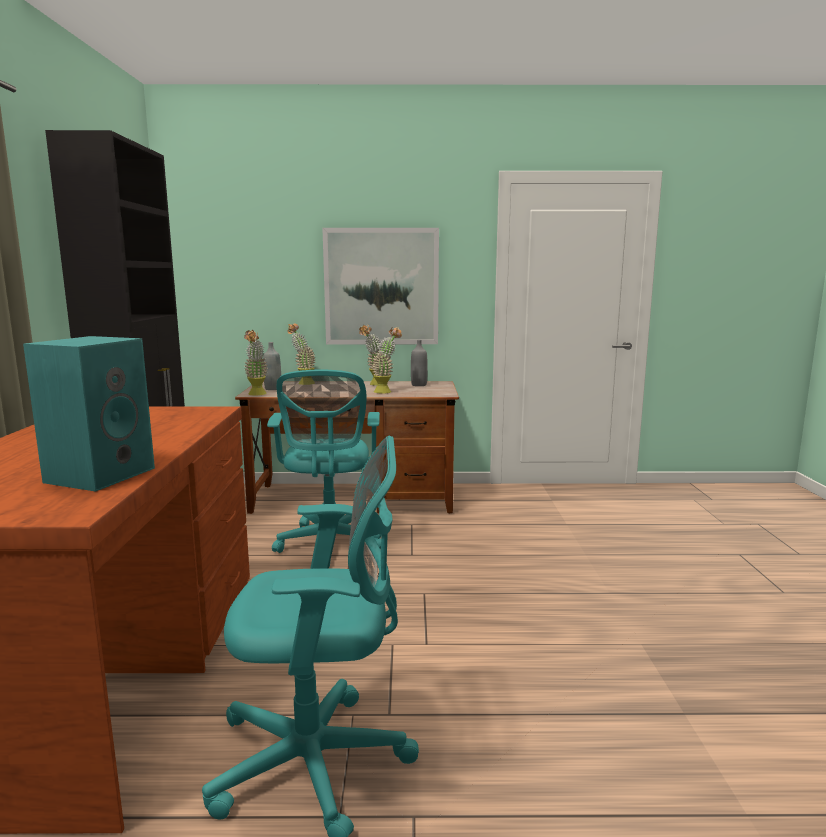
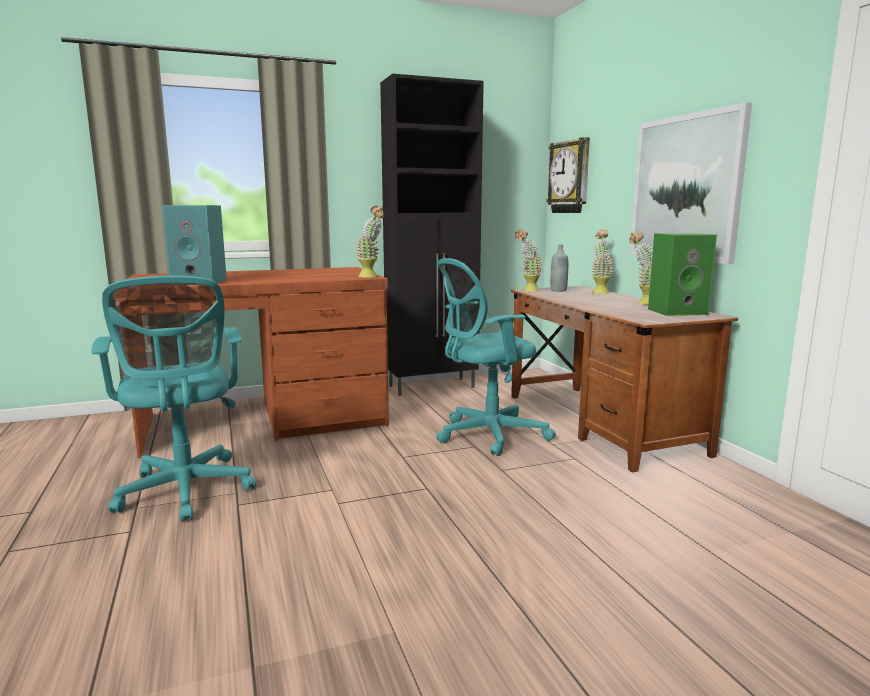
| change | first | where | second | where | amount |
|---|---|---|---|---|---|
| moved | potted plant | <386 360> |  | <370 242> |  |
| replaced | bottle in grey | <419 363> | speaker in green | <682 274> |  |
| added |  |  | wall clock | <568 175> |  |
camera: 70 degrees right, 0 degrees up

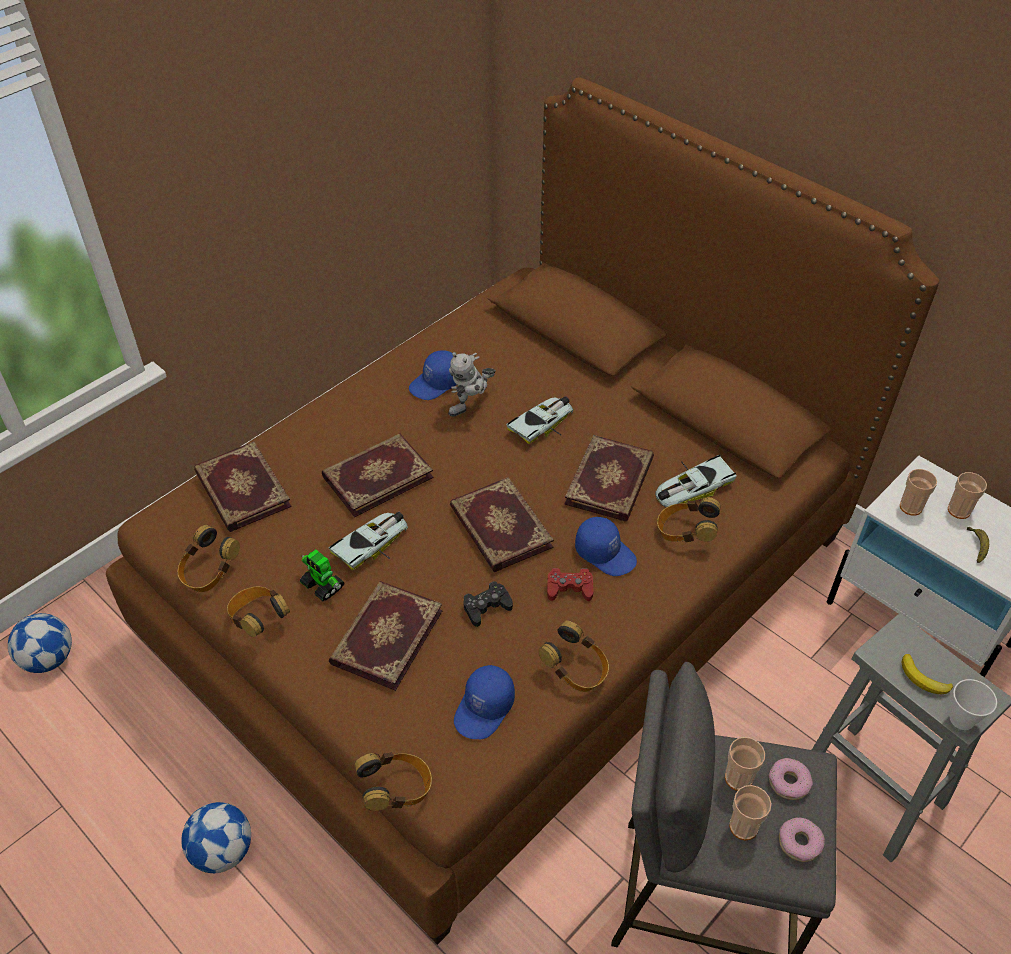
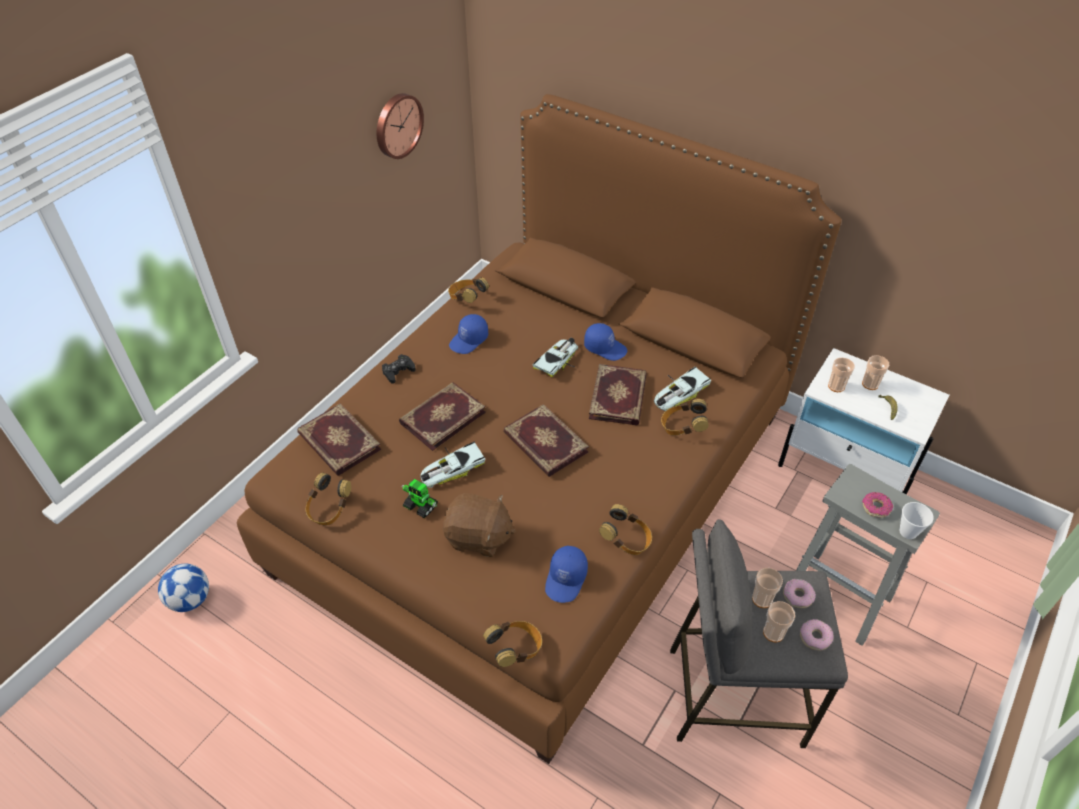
| change | first | where | second | where | amount |
|---|---|---|---|---|---|
| removed | football | <216 837> |  |  |  |
| moved | headphones | <258 611> |  | <468 290> |  |
| turned | toy car | <368 541> |  | <452 465> | 150 degrees counterclockwise |
| replaced | book | <386 636> | plush toy in brown | <479 525> |  |
| removed | toy robot | <472 384> |  |  |  |
| moved | game controller in black | <488 604> |  | <399 369> |  |
| removed | game controller in red | <570 584> |  |  |  |
| moved | cap in blue | <606 546> |  | <605 342> |  |
| replaced | banana | <927 674> | donut | <877 505> |  |
| added |  |  | wall clock | <400 126> |  |
camera: 10 degrees left, 0 degrees up

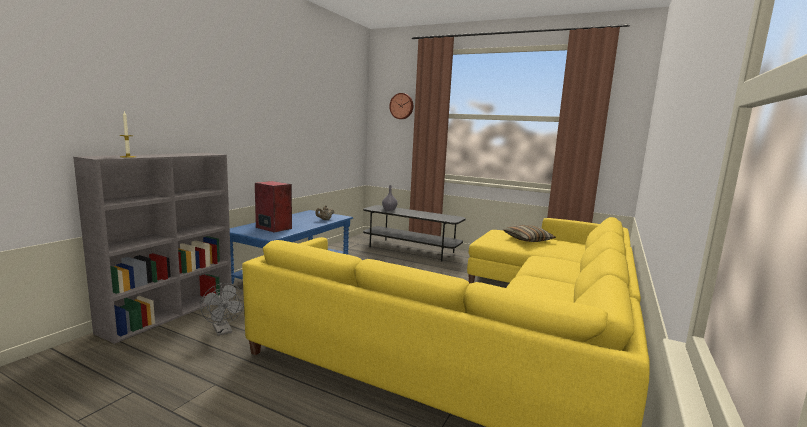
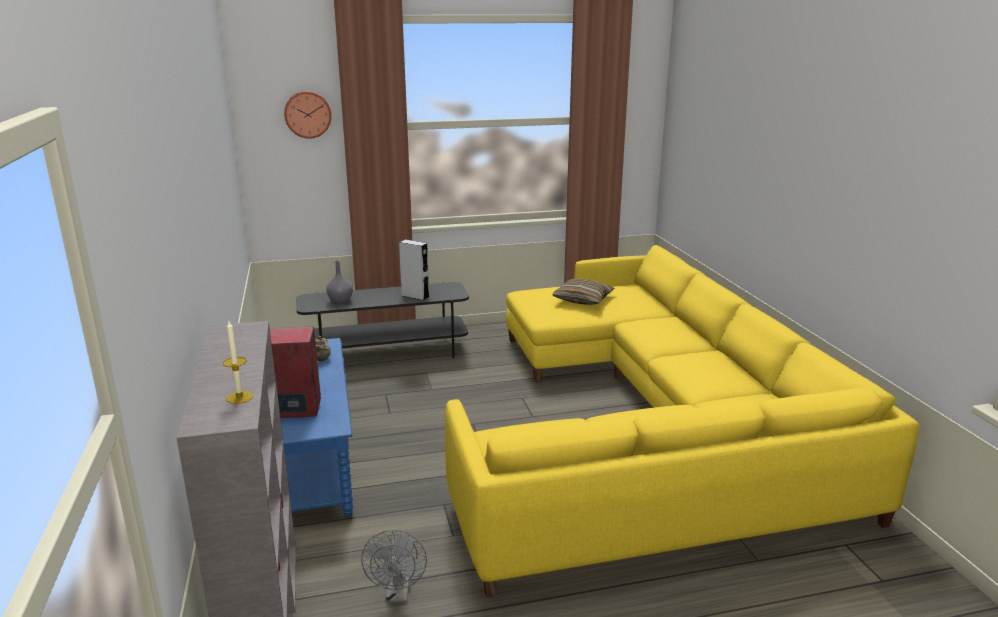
| change | first | where | second | where | amount |
|---|---|---|---|---|---|
| turned | fan in grey | <222 309> |  | <394 566> | 75 degrees clockwise |
| added |  |  | speaker in grey | <414 270> |  |
camera: 40 degrees left, 10 degrees up

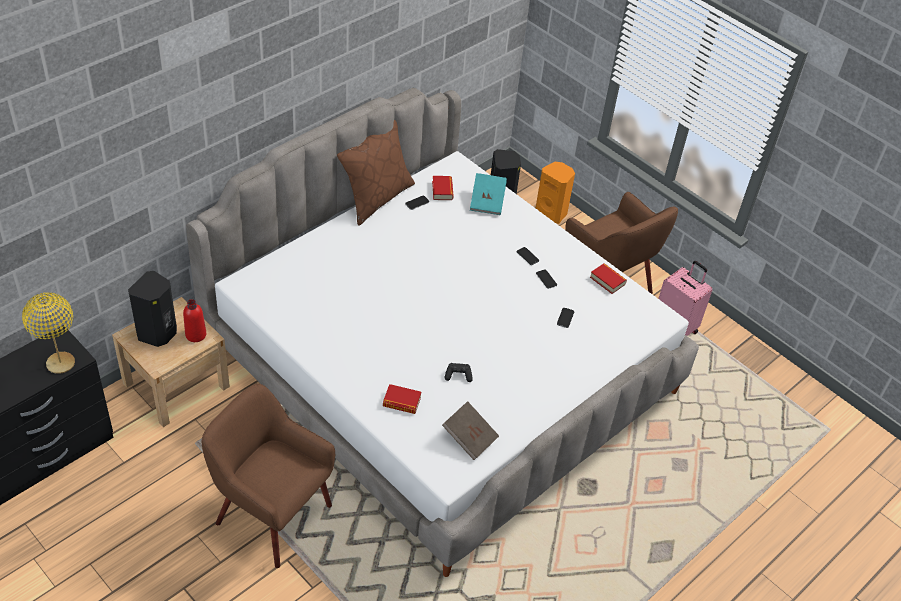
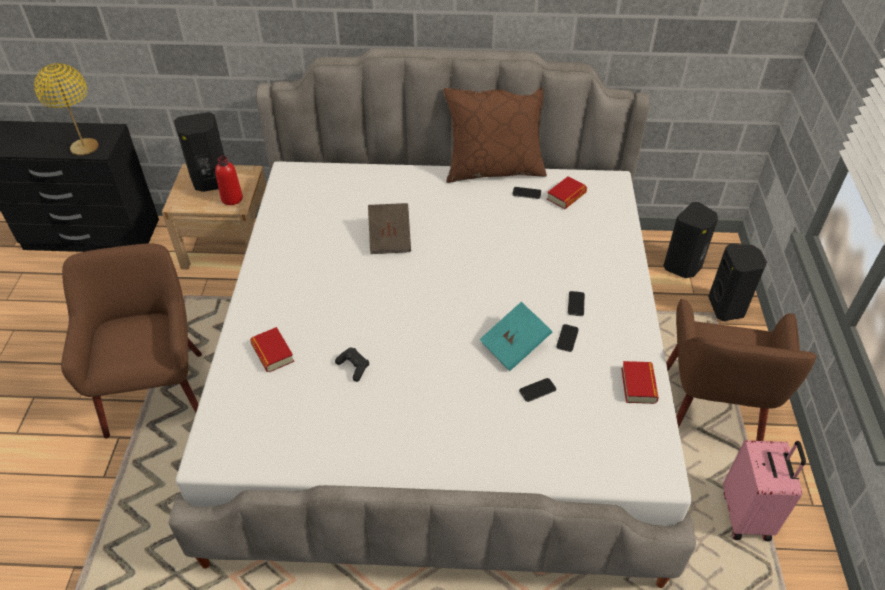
| change | first | where | second | where | amount |
|---|---|---|---|---|---|
| moved | book in brown | <470 430> |  | <389 228> |  |
| moved | book in turquoise | <488 194> |  | <516 336> |  |
| recoloured | speaker in orange | <555 193> | speaker in black | <737 282> |  |
camera: 50 degrees right, 0 degrees up

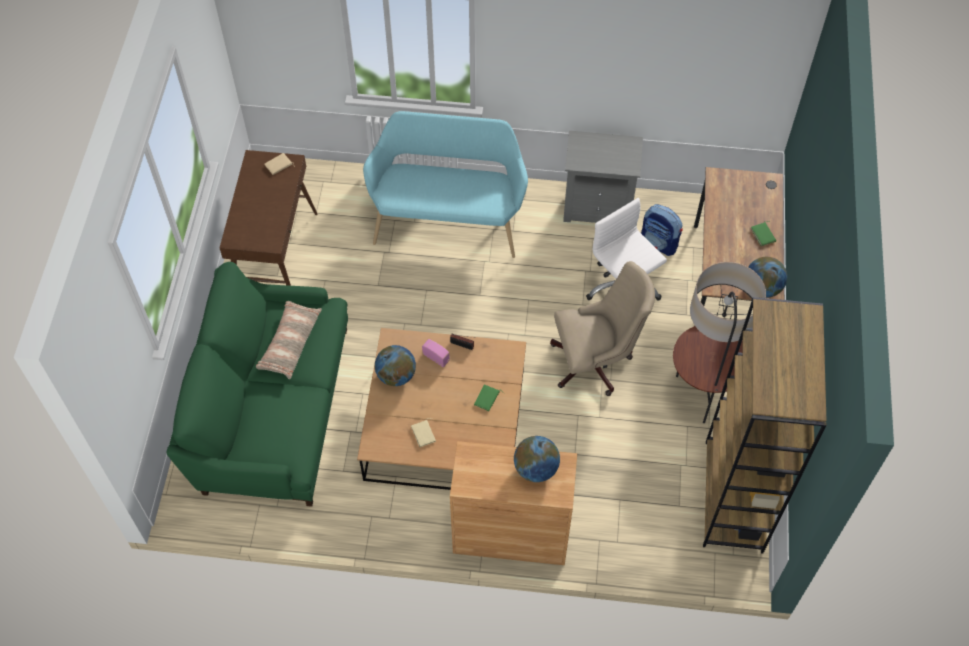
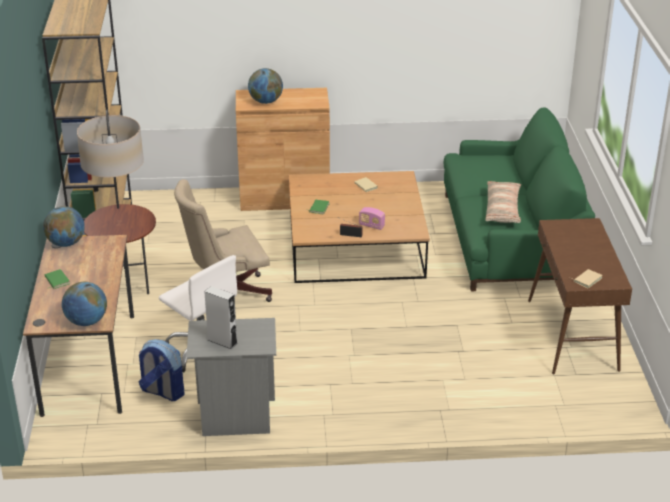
| change | first | where | second | where | amount |
|---|---|---|---|---|---|
| removed | bench in turquoise | <445 184> |  |  |  |
| moved | globe | <395 365> |  | <84 304> |  |
| added |  |  | speaker in grey | <220 317> |  |
camera: 170 degrees right, 25 degrees down

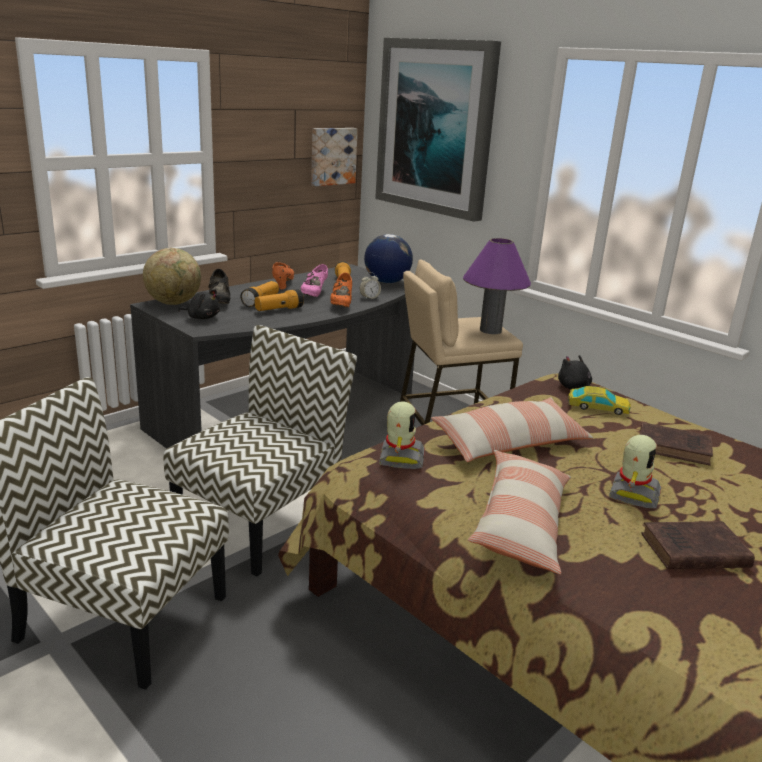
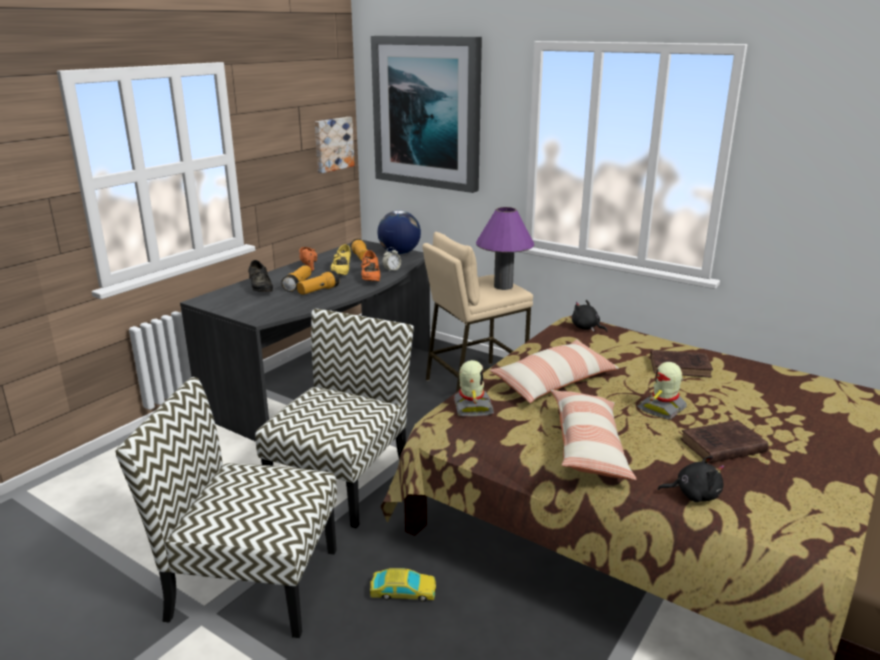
| change | first | where | second | where | amount |
|---|---|---|---|---|---|
| removed | globe | <172 276> |  |  |  |
| moved | plush toy in black | <199 304> |  | <691 479> |  |
| recoloured | shoe in pink | <314 280> | shoe in yellow | <341 259> |  |
| moved | toy car | <599 400> |  | <403 585> |  |
| turned | toy robot | <635 472> |  | <662 391> | 150 degrees counterclockwise |
camera: 10 degrees left, 0 degrees up

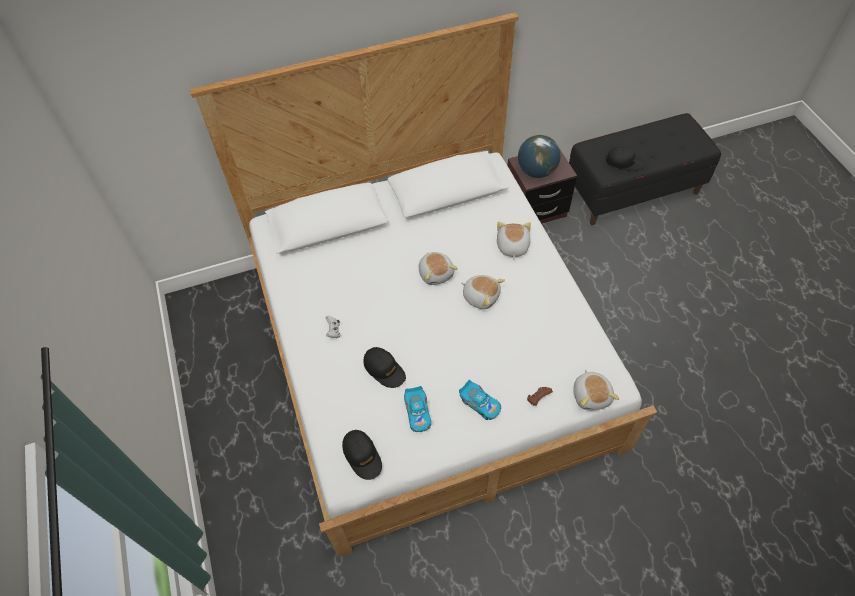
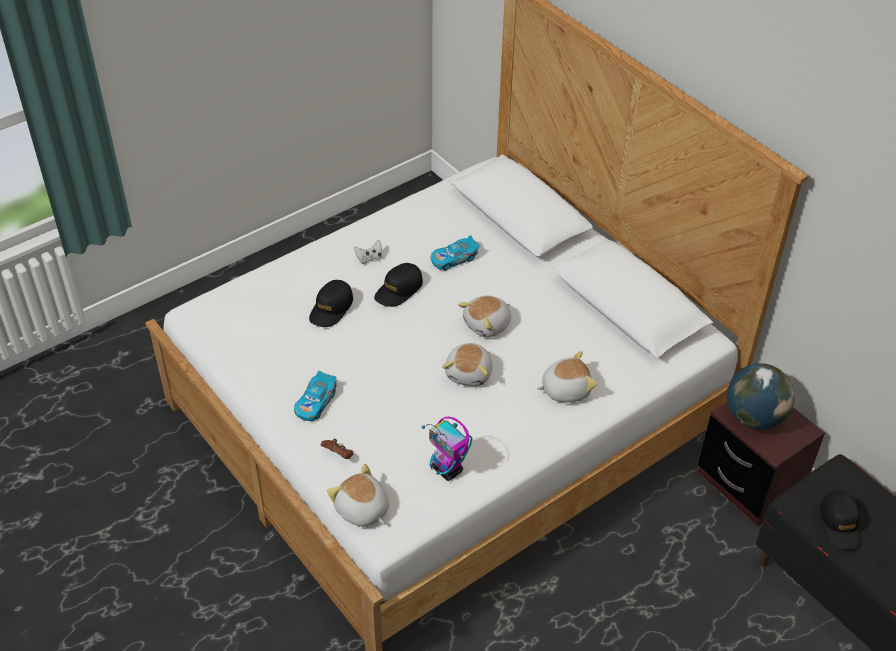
| change | first | where | second | where | amount |
|---|---|---|---|---|---|
| moved | cap in black | <362 455> |  | <398 285> |  |
| moved | toy car | <417 409> |  | <455 253> |  |
| turned | plush toy | <596 389> |  | <358 495> | 75 degrees clockwise |
| added |  |  | toy robot | <447 449> |  |
camera: 70 degrees right, 10 degrees down

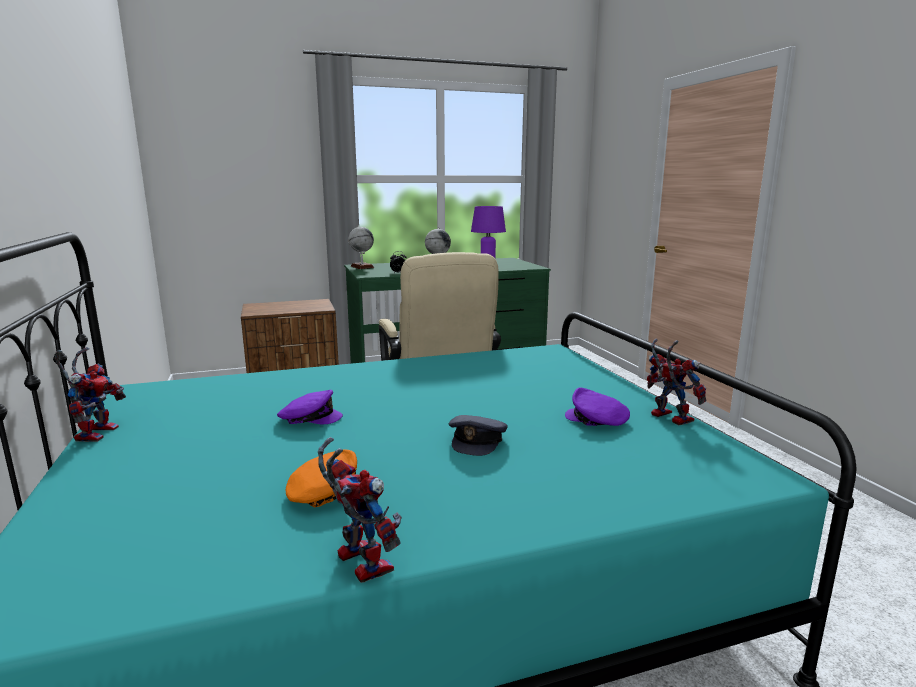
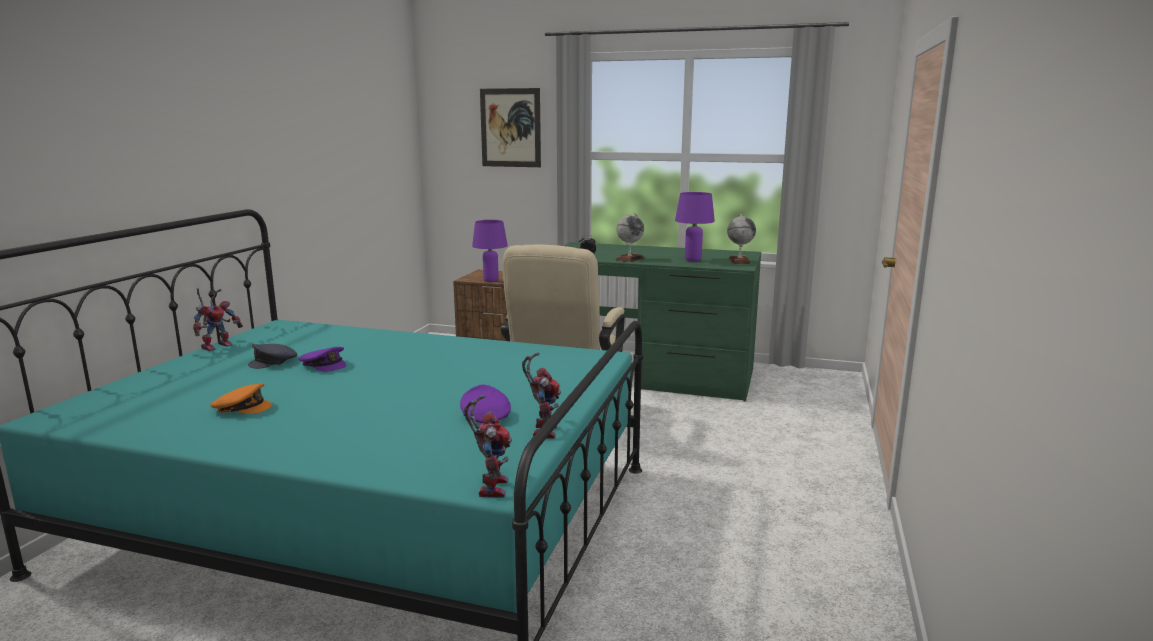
| change | first | where | second | where | amount |
|---|---|---|---|---|---|
| moved | toy robot | <360 510> |  | <488 446> |  |
| moved | globe | <361 247> |  | <741 239> |  |
| moved | cap in grey | <478 435> |  | <272 356> |  |
| added |  |  | table lamp in purple | <490 251> |  |
| added |  |  | picture | <510 127> |  |
camera: 35 degrees right, 0 degrees up

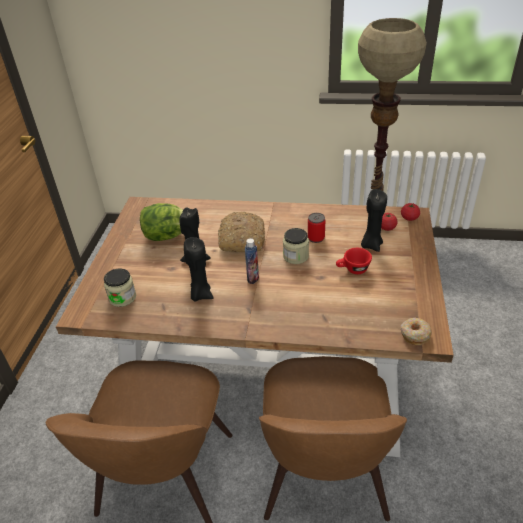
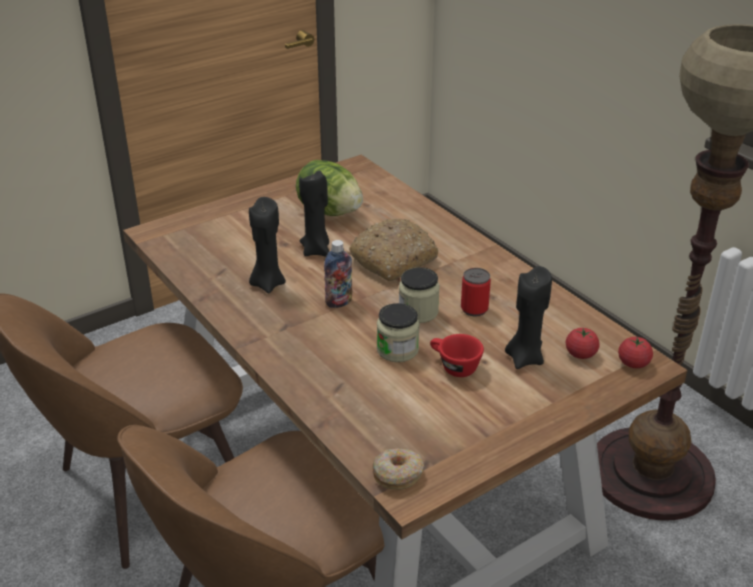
| change | first | where | second | where | amount |
|---|---|---|---|---|---|
| moved | jar | <120 288> |  | <398 332> |  |
camera: 45 degrees right, 5 degrees down

